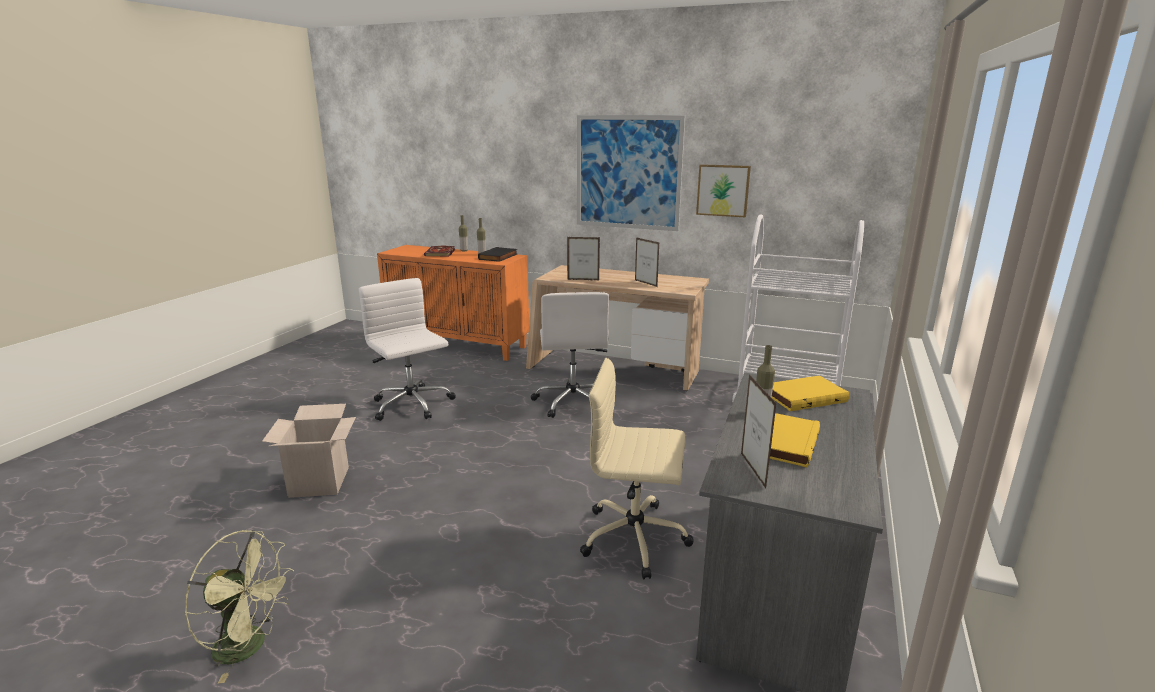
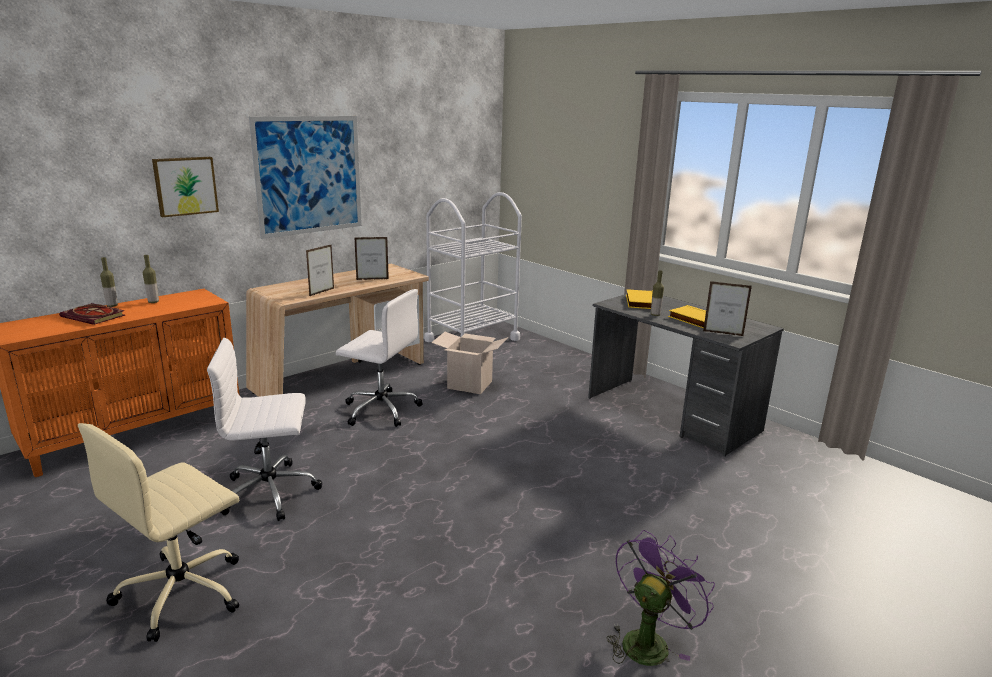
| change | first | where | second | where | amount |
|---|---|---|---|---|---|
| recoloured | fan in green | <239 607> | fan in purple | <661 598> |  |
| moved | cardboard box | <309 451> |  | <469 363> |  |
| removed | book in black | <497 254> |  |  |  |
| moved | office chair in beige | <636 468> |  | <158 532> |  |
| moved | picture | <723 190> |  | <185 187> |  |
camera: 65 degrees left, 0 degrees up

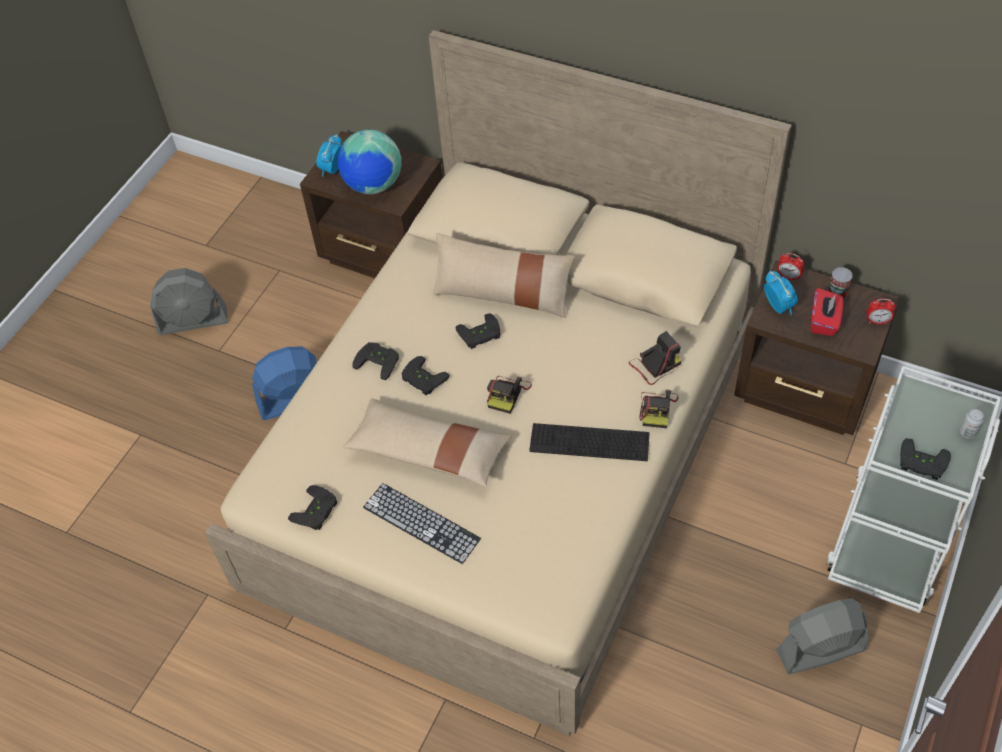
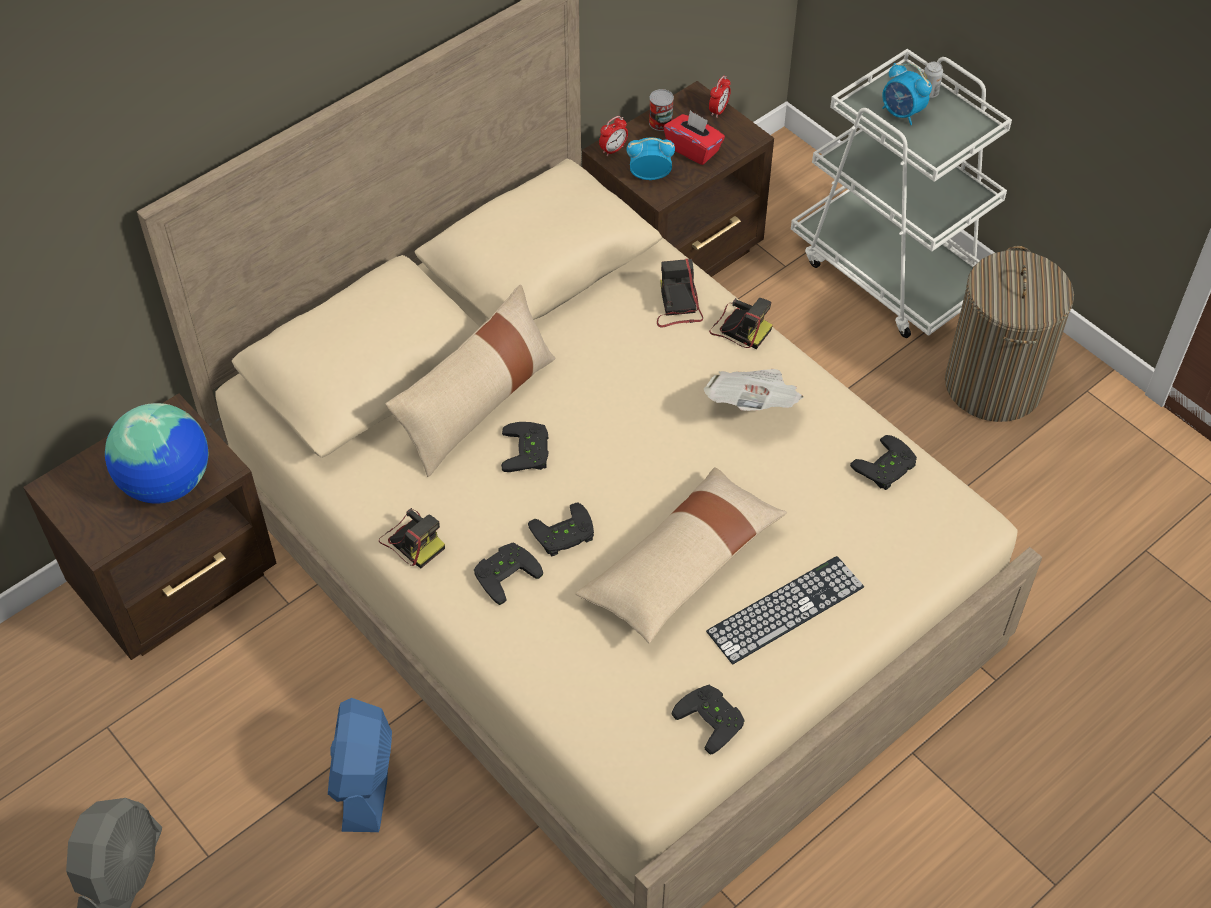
| change | first | where | second | where | amount |
|---|---|---|---|---|---|
| moved | alarm clock | <329 155> |  | <907 94> |  |
| moved | photo camera | <509 395> |  | <412 538> |  |
| replaced | keyboard | <589 442> | newspaper | <753 390> |  |
| replaced | fan in grey | <822 636> | laundry basket | <1009 334> |  |
| moved | game controller in black | <925 459> |  | <883 462> |  |
camera: 70 degrees left, 0 degrees up

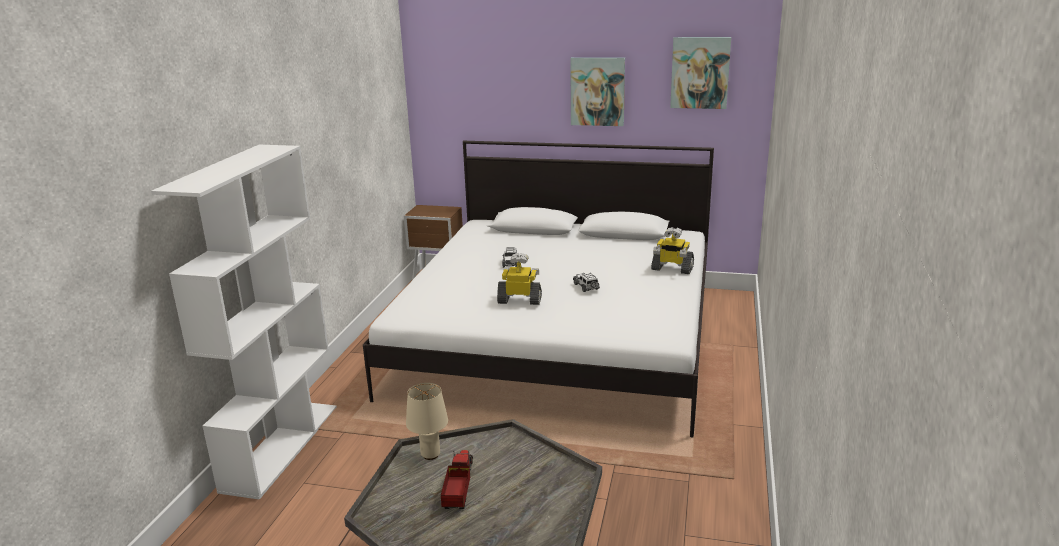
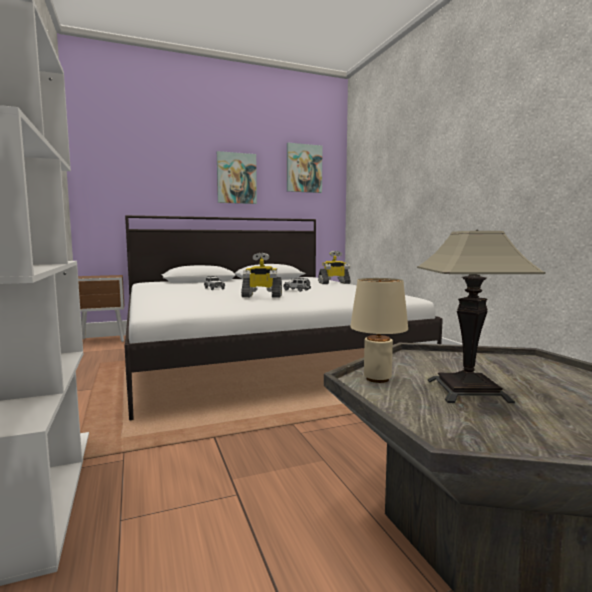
| change | first | where | second | where | amount |
|---|---|---|---|---|---|
| replaced | toy truck | <457 479> | table lamp | <481 316> |  |
| turned | toy robot | <519 279> |  | <261 275> | 150 degrees counterclockwise |
camera: 35 degrees left, 15 degrees down

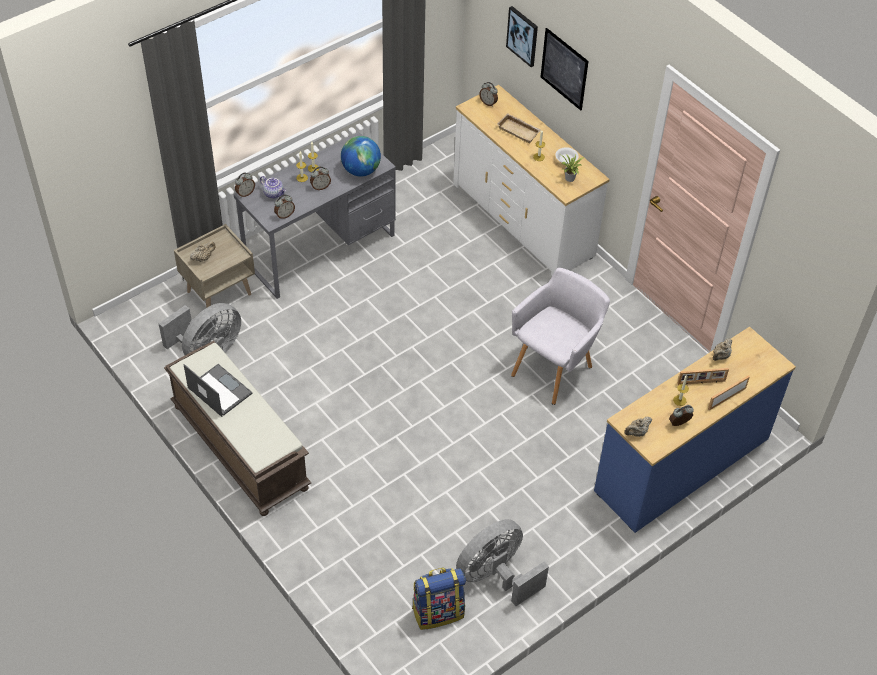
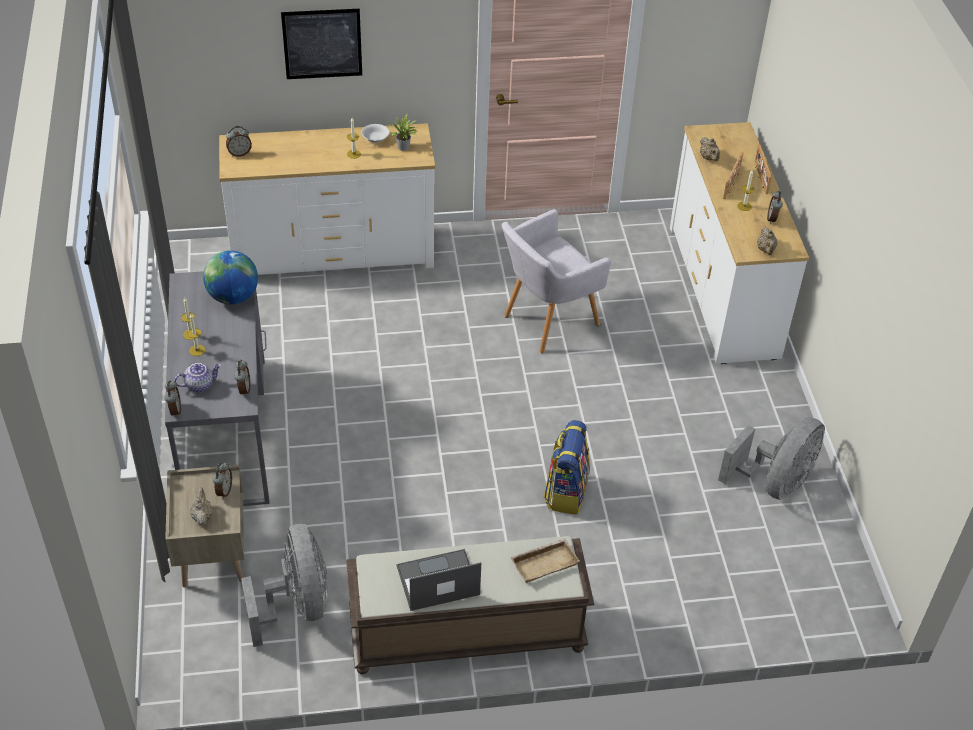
| change | first | where | second | where | amount |
|---|---|---|---|---|---|
| moved | alarm clock | <320 178> |  | <222 480> |  |
| moved | backpack | <439 599> |  | <567 467> |  |
| turned | fan in grey | <502 562> |  | <771 458> | 135 degrees counterclockwise |
| moved | tray in beige | <519 128> |  | <544 560> |  |
| removed | picture | <522 36> |  |  |  |
| turned | armchair in grey | <560 336> |  | <556 281> | 105 degrees counterclockwise |
| recoloured | dresser in blue | <695 429> | dresser in white | <739 243> |  |
camera: 60 degrees left, 5 degrees down

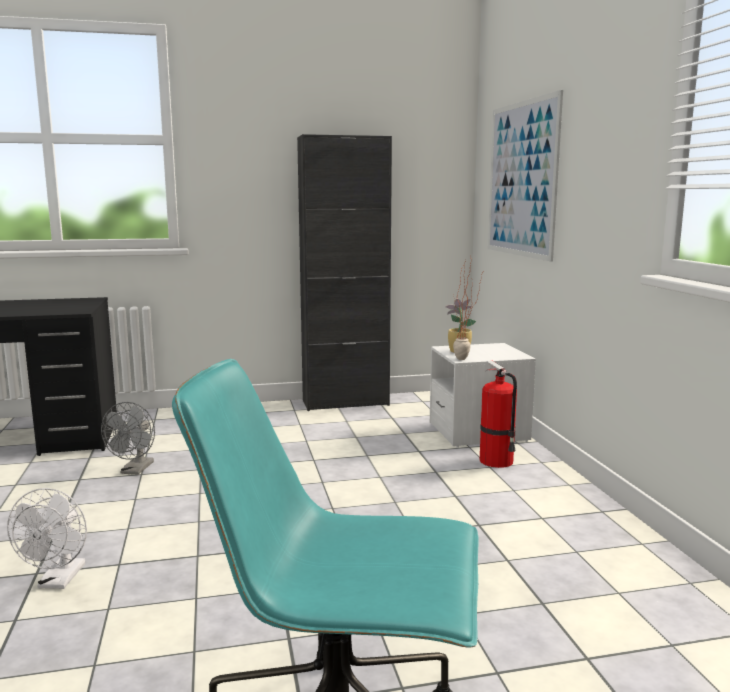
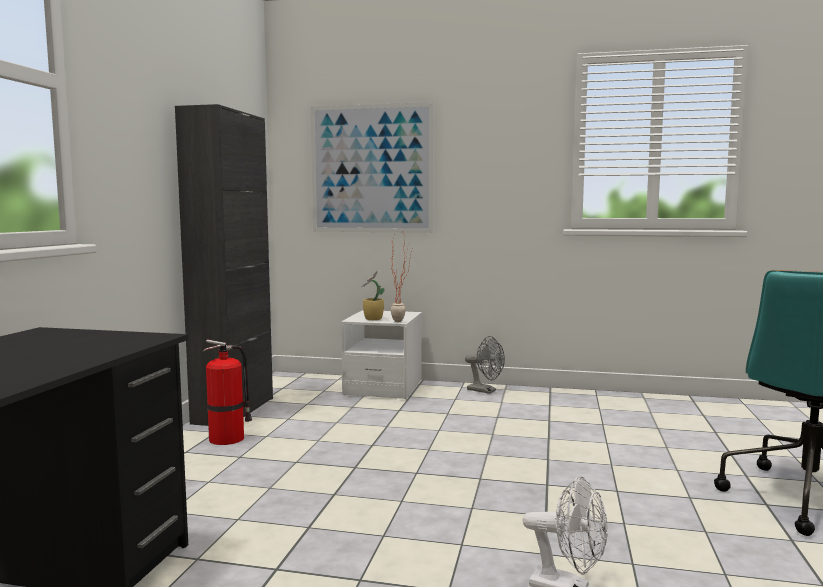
| change | first | where | second | where | amount |
|---|---|---|---|---|---|
| moved | fan in grey | <128 438> |  | <485 365> |  |
| moved | fire extinguisher | <498 414> |  | <227 392> |  |
camera: 65 degrees left, 5 degrees down

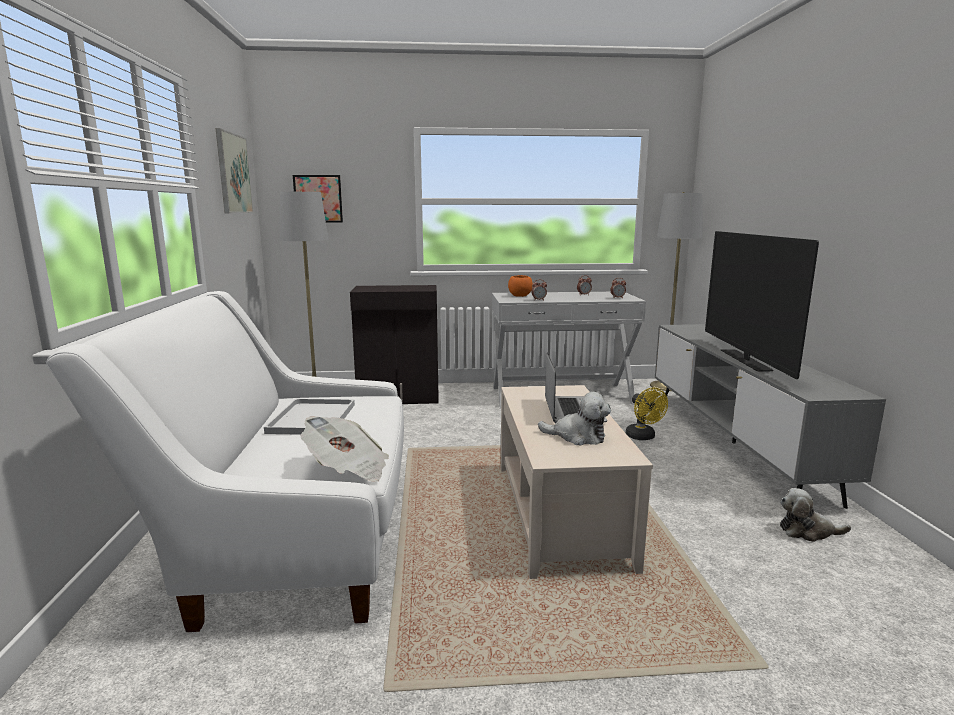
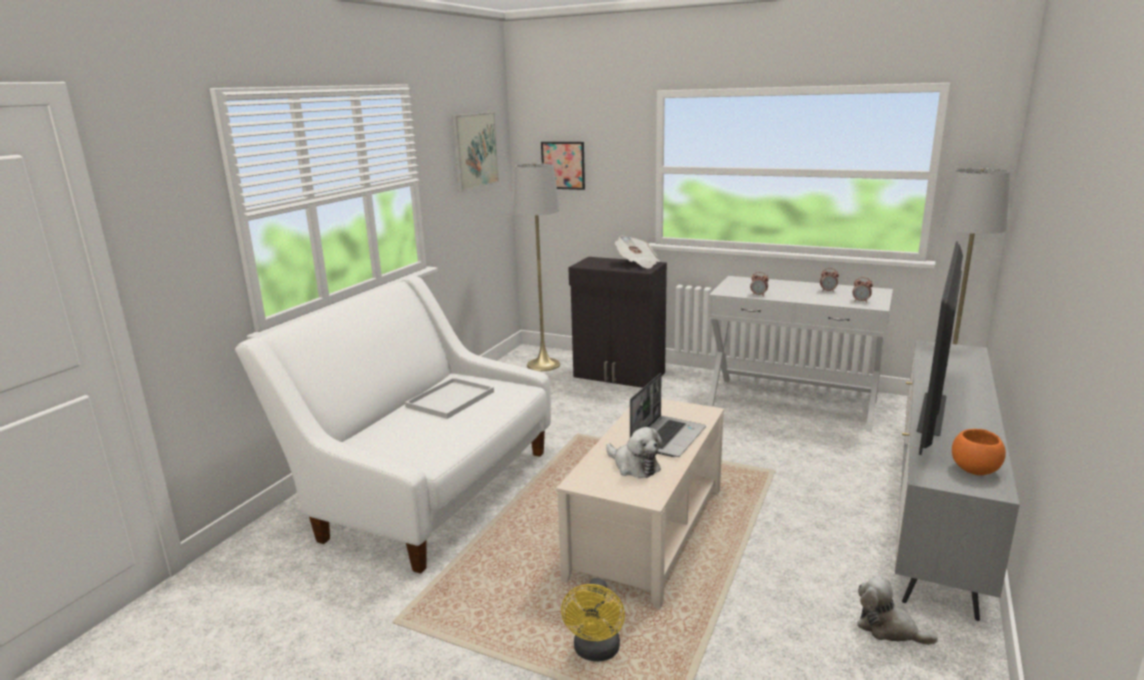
| change | first | where | second | where | amount |
|---|---|---|---|---|---|
| moved | newspaper | <344 449> |  | <637 252> |  |
| moved | bowl in orange | <520 286> |  | <979 452> |  |
| moved | fan in yellow | <647 414> |  | <593 619> |  |
camera: 30 degrees right, 5 degrees up

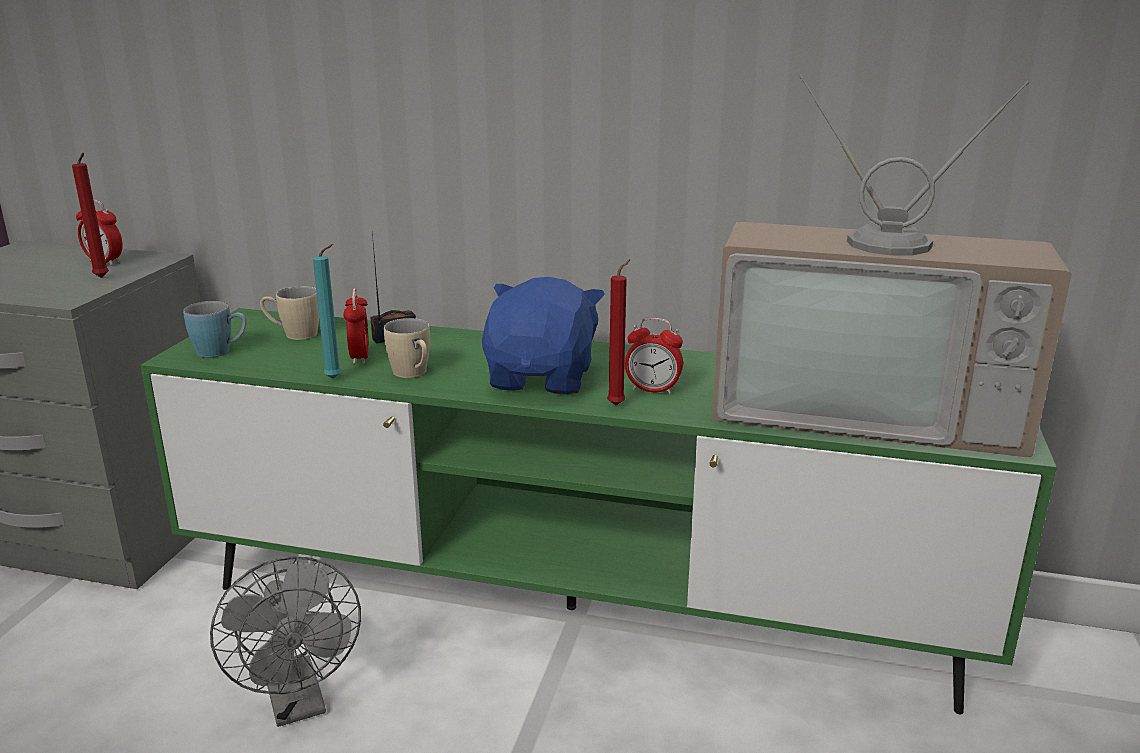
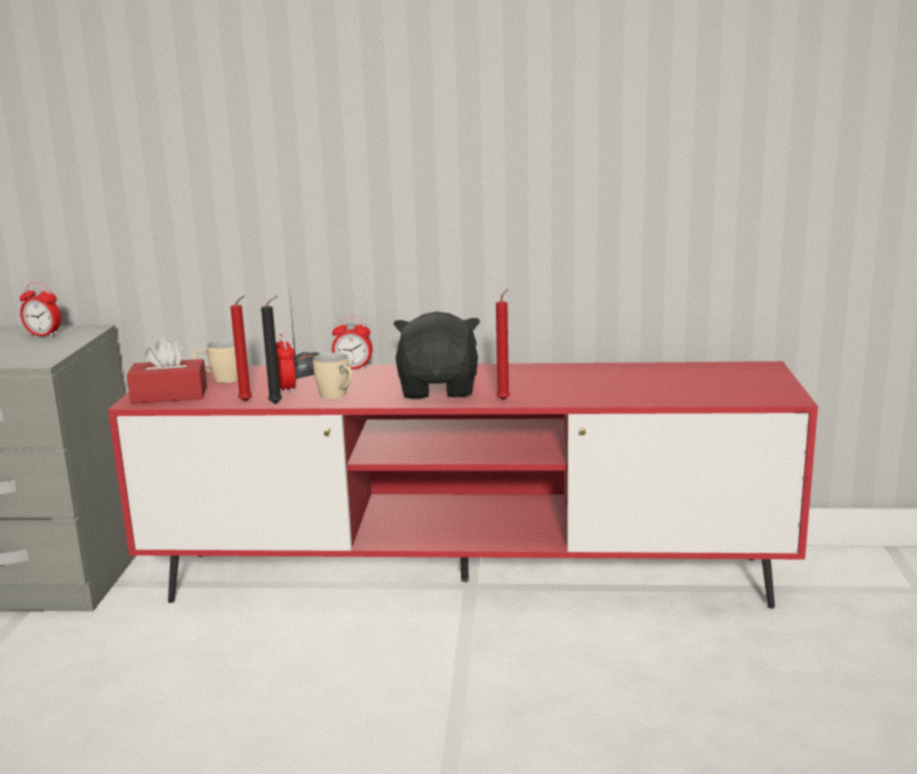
| change | first | where | second | where | amount |
|---|---|---|---|---|---|
| moved | candle in red | <90 215> |  | <241 349> |  |
| recoloured | tv stand in green | <598 511> | tv stand in red | <463 485> |  |
| replaced | mug in blue | <215 329> | tissue box in red | <167 371> |  |
| removed | fan in grey | <285 641> |  |  |  |
| recoloured | candle in turquoise | <327 311> | candle in black | <271 350> |  |
| recoloured | plush toy in blue | <543 336> | plush toy in black | <436 355> |  |
| moved | alarm clock | <654 355> |  | <352 343> |  |
| removed | television | <892 266> |  |  |  |
camera: 10 degrees left, 5 degrees down

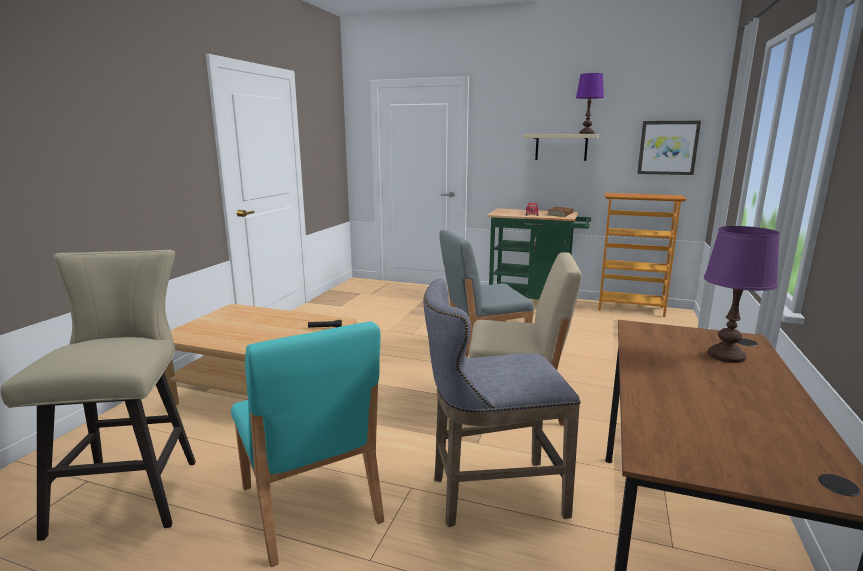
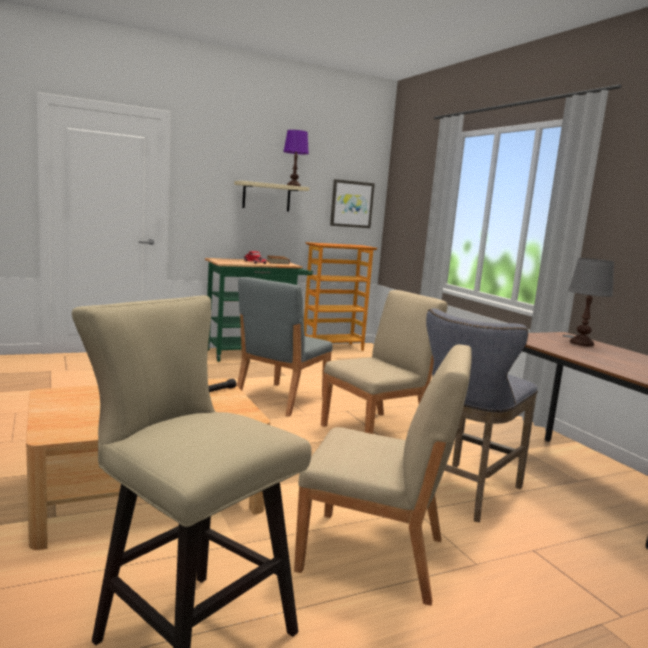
| change | first | where | second | where | amount |
|---|---|---|---|---|---|
| recoloured | chair in turquoise | <307 444> | chair in beige | <383 475> |  |
| recoloured | table lamp in purple | <742 294> | table lamp in grey | <591 302> |  |
camera: 45 degrees left, 5 degrees down

